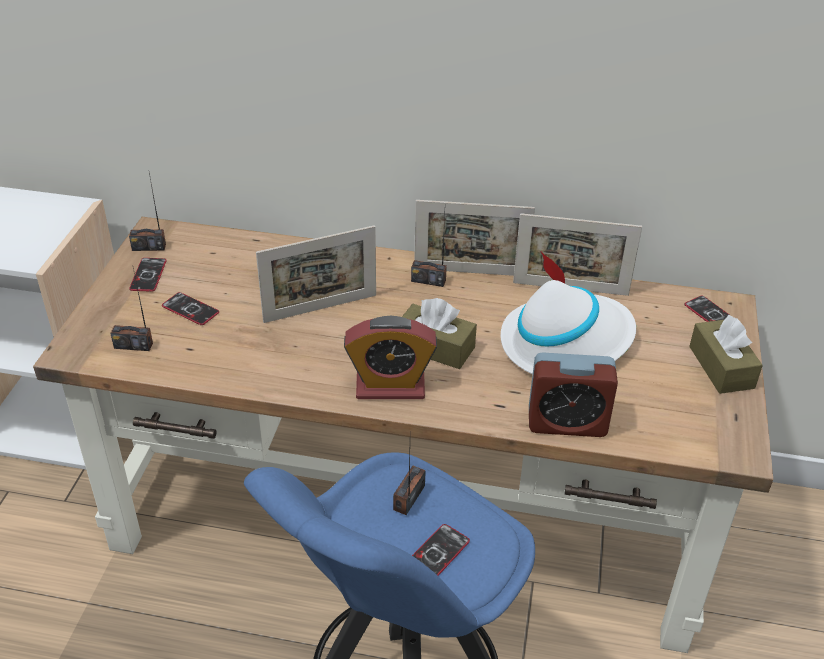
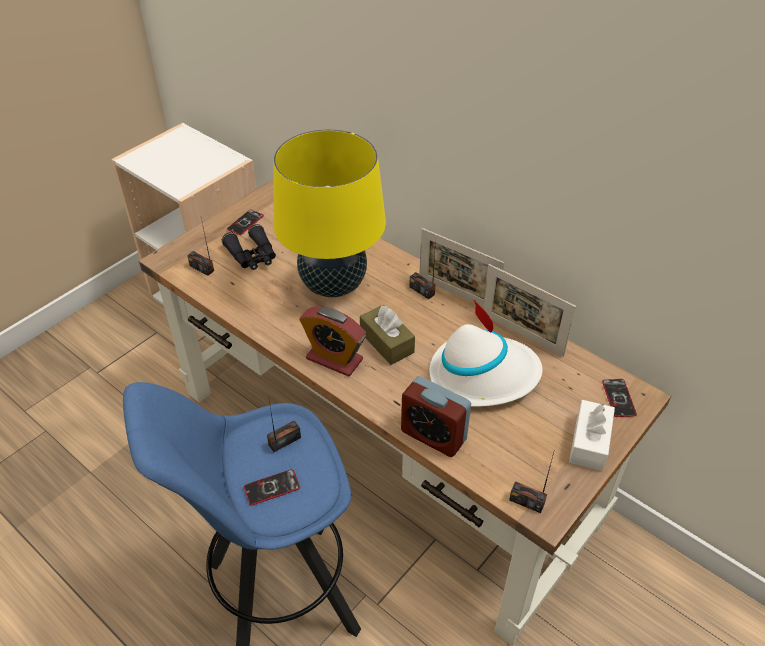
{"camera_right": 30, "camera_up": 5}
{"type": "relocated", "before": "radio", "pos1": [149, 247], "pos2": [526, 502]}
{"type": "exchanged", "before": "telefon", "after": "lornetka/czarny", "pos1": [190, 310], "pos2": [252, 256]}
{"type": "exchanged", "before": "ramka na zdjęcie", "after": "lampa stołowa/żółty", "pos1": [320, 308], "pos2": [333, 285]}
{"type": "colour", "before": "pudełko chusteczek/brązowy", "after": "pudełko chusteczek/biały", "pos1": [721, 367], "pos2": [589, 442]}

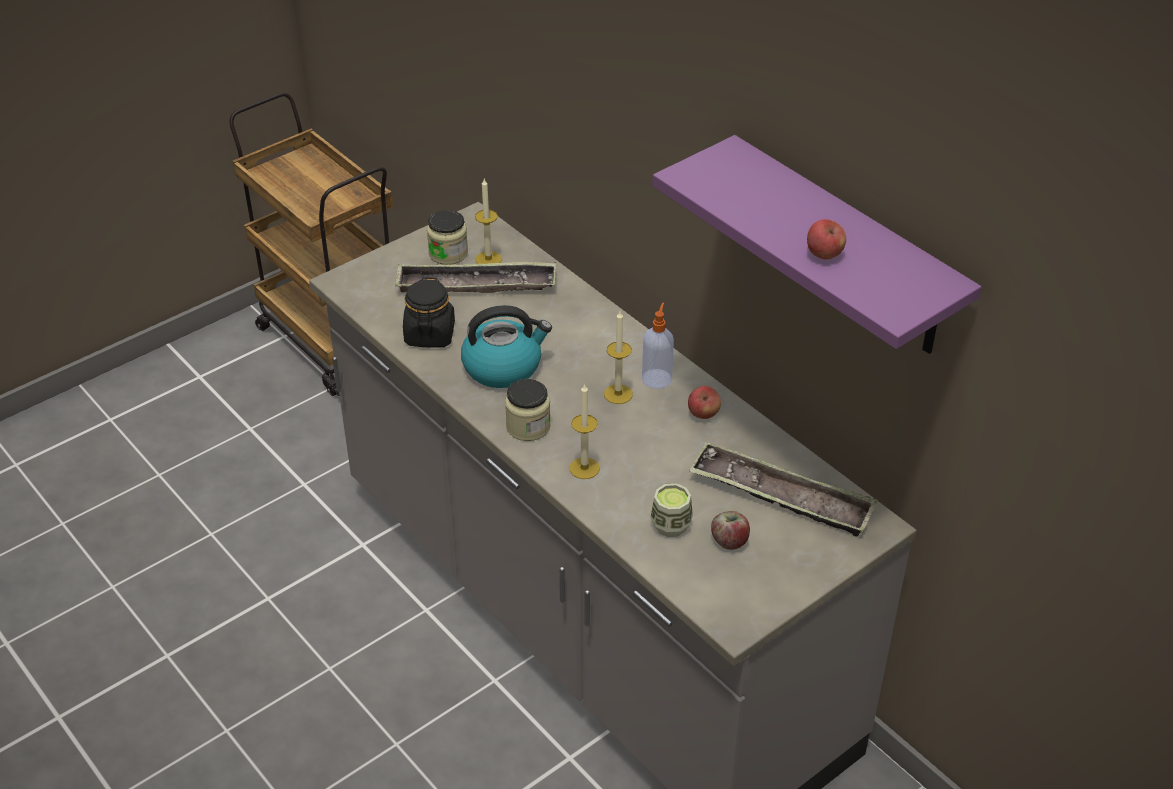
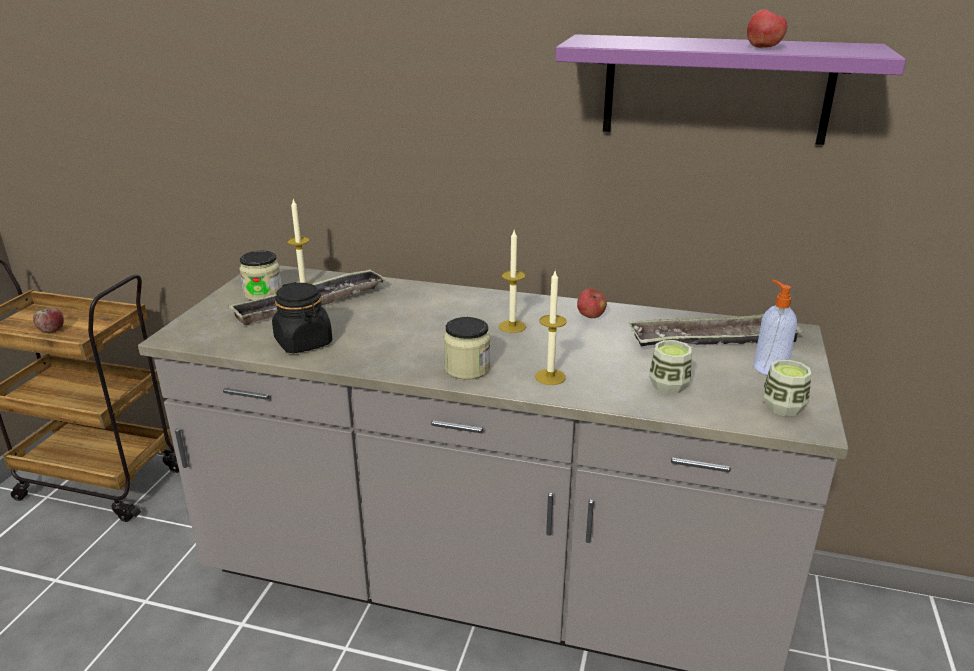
{"camera_right": -35, "camera_up": -15}
{"type": "missing", "before": "czajnik", "pos1": [503, 366]}
{"type": "appeared", "after": "filiżanka", "pos2": [783, 407]}
{"type": "relocated", "before": "dozownik mydła", "pos1": [657, 378], "pos2": [769, 367]}
{"type": "relocated", "before": "jabłko", "pos1": [729, 541], "pos2": [52, 330]}

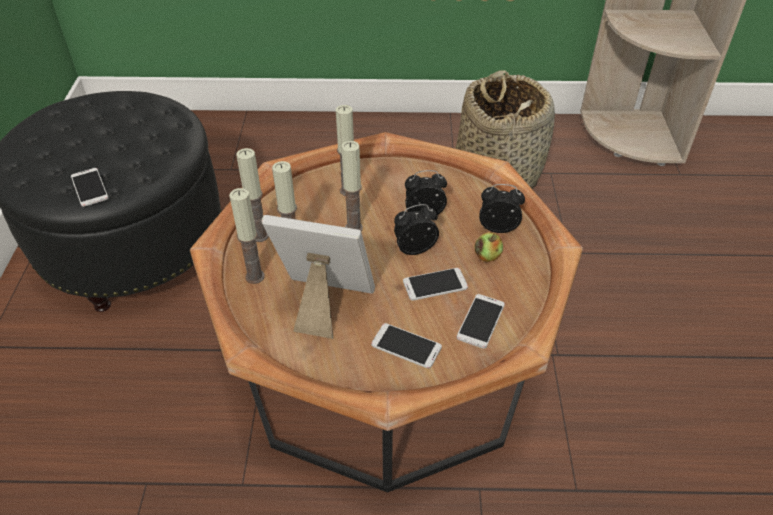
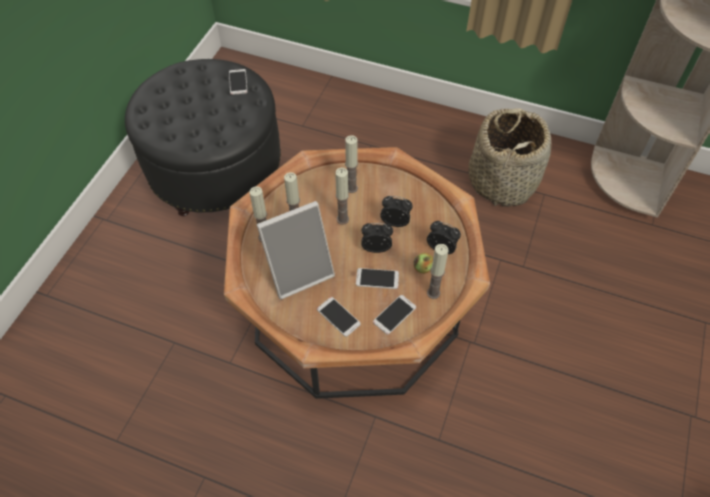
{"camera_right": 20, "camera_up": 10}
{"type": "relocated", "before": "telefon", "pos1": [89, 187], "pos2": [238, 82]}
{"type": "relocated", "before": "świeca", "pos1": [260, 236], "pos2": [433, 293]}
{"type": "spun", "before": "ramka na zdjęcie", "pos1": [323, 305], "pos2": [299, 271], "turn": 120}

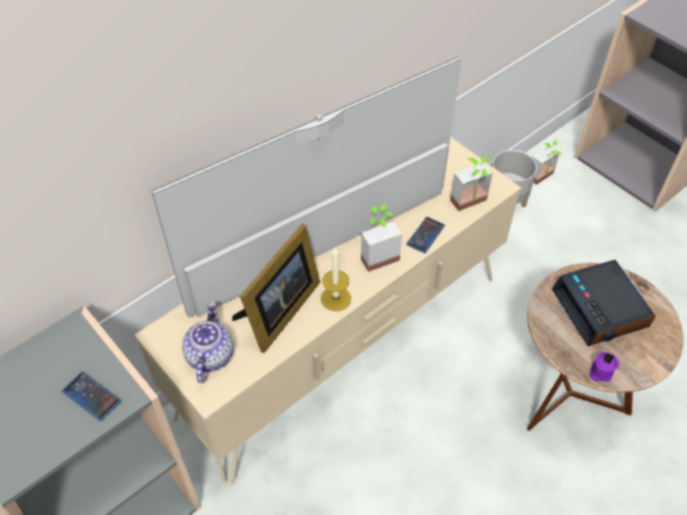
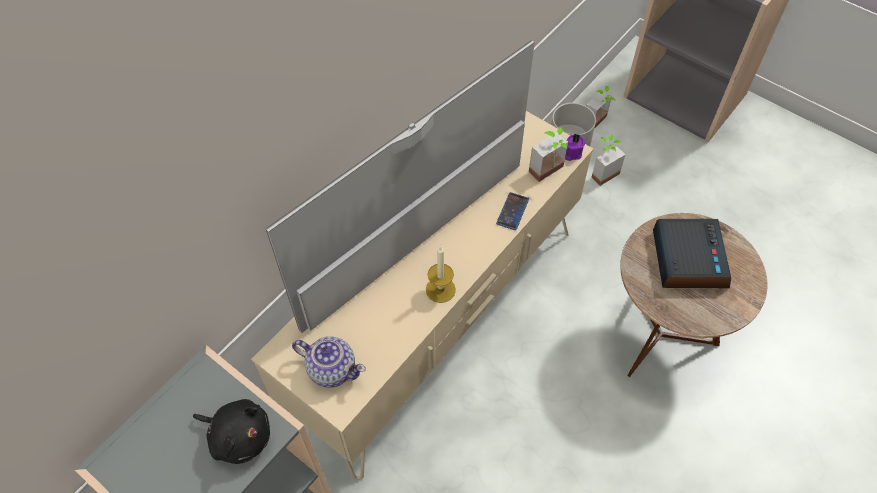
{"camera_right": -10, "camera_up": 5}
{"type": "missing", "before": "ramka na zdjęcie", "pos1": [278, 312]}
{"type": "relocated", "before": "roślina doniczkowa", "pos1": [377, 254], "pos2": [601, 172]}
{"type": "relocated", "before": "świeca/fioletowy", "pos1": [600, 372], "pos2": [571, 153]}
{"type": "exchanged", "before": "telefon", "after": "pluszak/czarny", "pos1": [91, 396], "pos2": [239, 436]}
{"type": "spun", "before": "imbryk", "pos1": [209, 356], "pos2": [331, 369], "turn": 120}
{"type": "spun", "before": "budzik", "pos1": [601, 309], "pos2": [688, 258], "turn": -150}

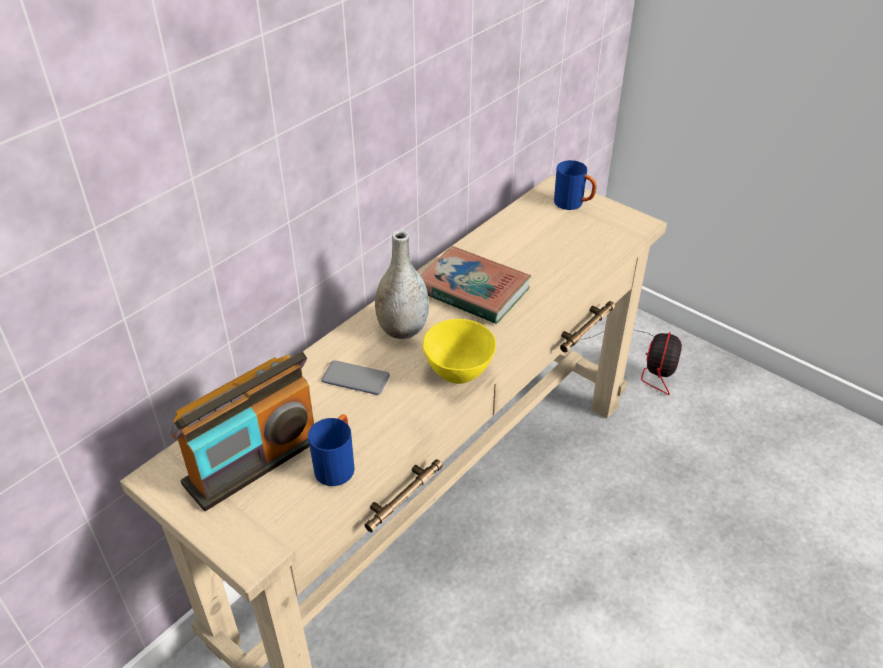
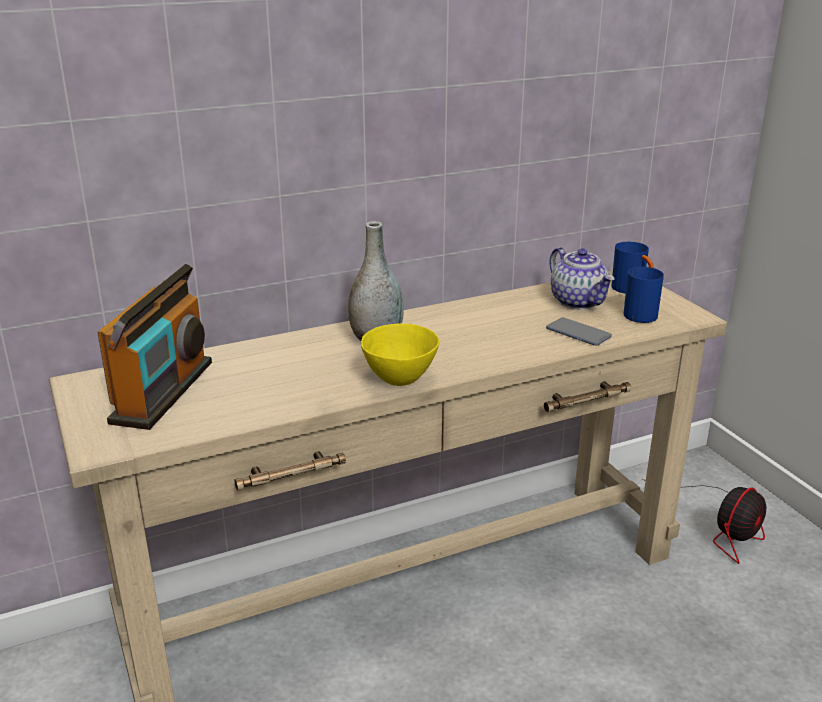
{"camera_right": 25, "camera_up": -15}
{"type": "missing", "before": "książka", "pos1": [472, 290]}
{"type": "appeared", "after": "imbryk", "pos2": [579, 301]}
{"type": "relocated", "before": "kubek/niebieski", "pos1": [337, 464], "pos2": [643, 314]}
{"type": "relocated", "before": "telefon", "pos1": [355, 379], "pos2": [578, 333]}
{"type": "spun", "before": "radio", "pos1": [255, 461], "pos2": [163, 392], "turn": -60}

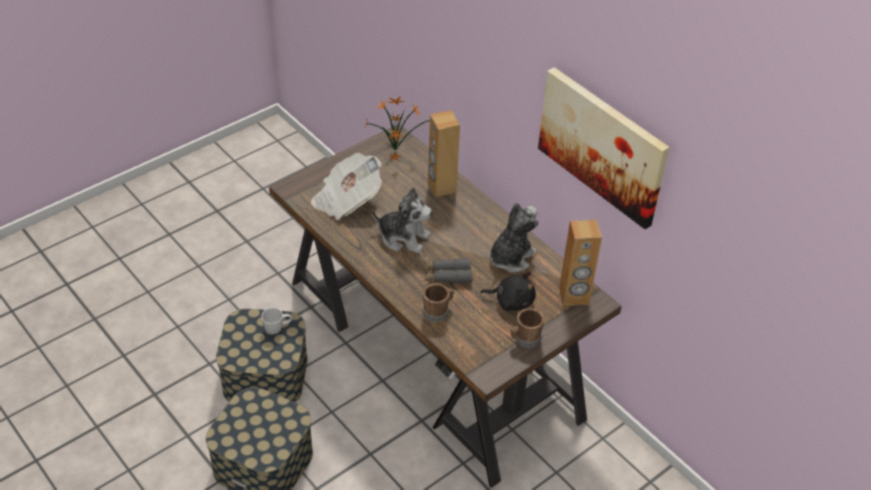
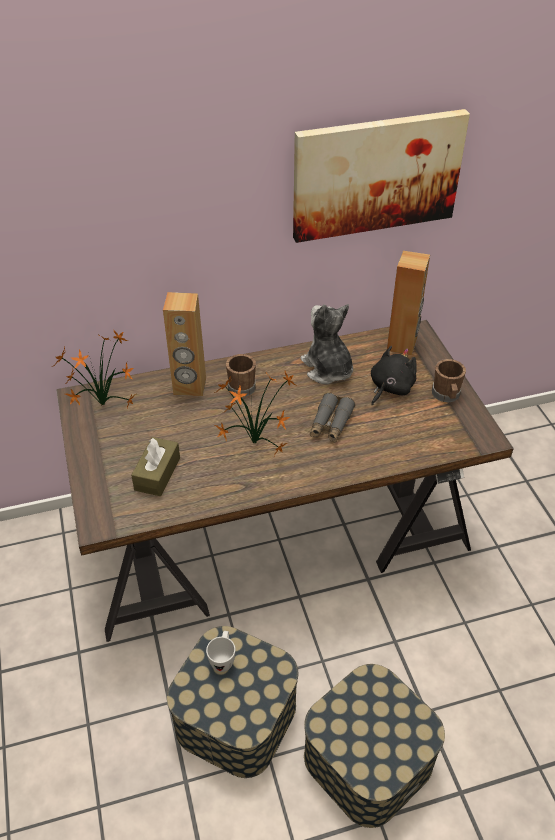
{"camera_right": -65, "camera_up": 0}
{"type": "relocated", "before": "kubek/brązowy", "pos1": [438, 311], "pos2": [241, 385]}
{"type": "exchanged", "before": "gazeta", "after": "pudełko chusteczek/brązowy", "pos1": [346, 200], "pos2": [157, 474]}
{"type": "exchanged", "before": "pluszak", "after": "roślina doniczkowa", "pos1": [403, 237], "pos2": [252, 442]}

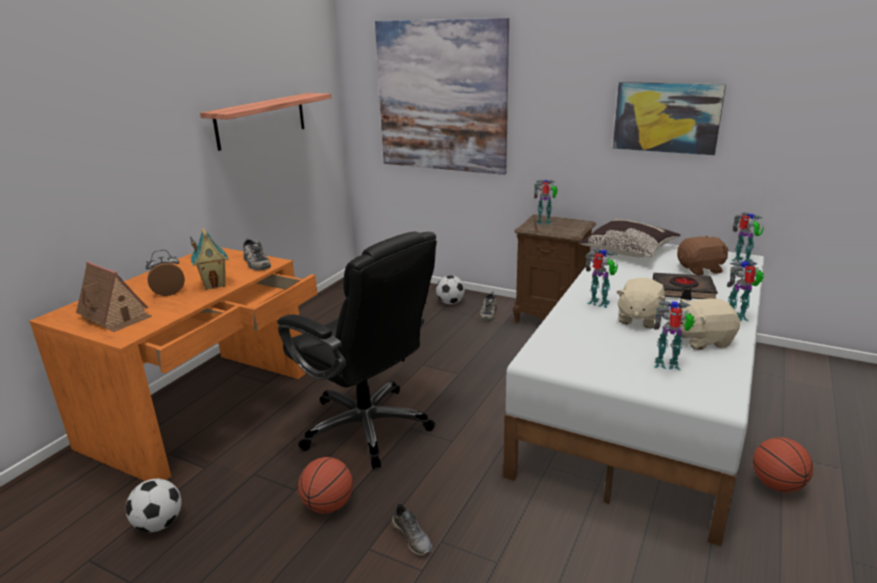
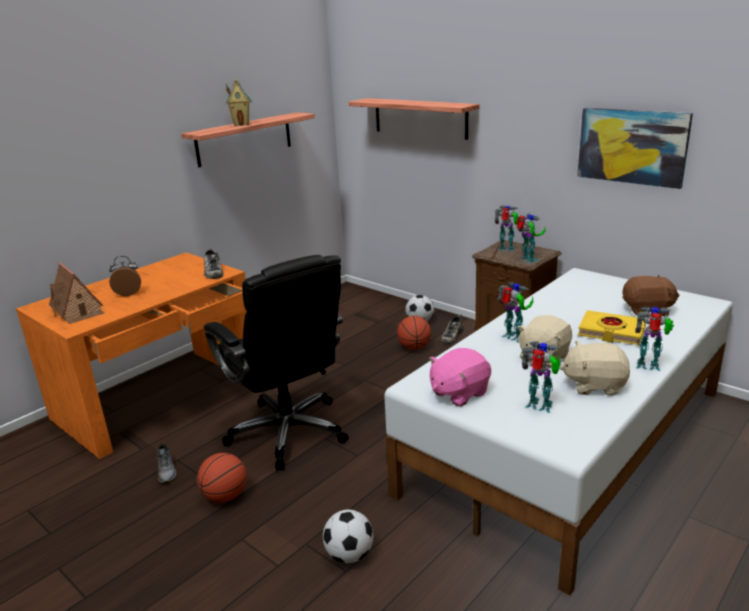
{"camera_right": 15, "camera_up": 0}
{"type": "missing", "before": "poduszka", "pos1": [629, 251]}
{"type": "appeared", "after": "pluszak/różowy", "pos2": [458, 393]}
{"type": "relocated", "before": "piłka futbolowa", "pos1": [159, 524], "pos2": [349, 555]}
{"type": "relocated", "before": "domek", "pos1": [214, 284], "pos2": [241, 124]}
{"type": "relocated", "before": "but/szary", "pos1": [412, 537], "pos2": [167, 470]}
{"type": "relocated", "before": "robot zabawkowy", "pos1": [742, 261], "pos2": [528, 260]}
{"type": "relocated", "before": "piłka do koszykówki", "pos1": [777, 485], "pos2": [414, 347]}
{"type": "exchanged", "before": "obraz", "after": "półka", "pos1": [441, 97], "pos2": [420, 118]}
{"type": "colour", "before": "książka/czarny", "after": "książka/żółty", "pos1": [683, 290], "pos2": [611, 332]}

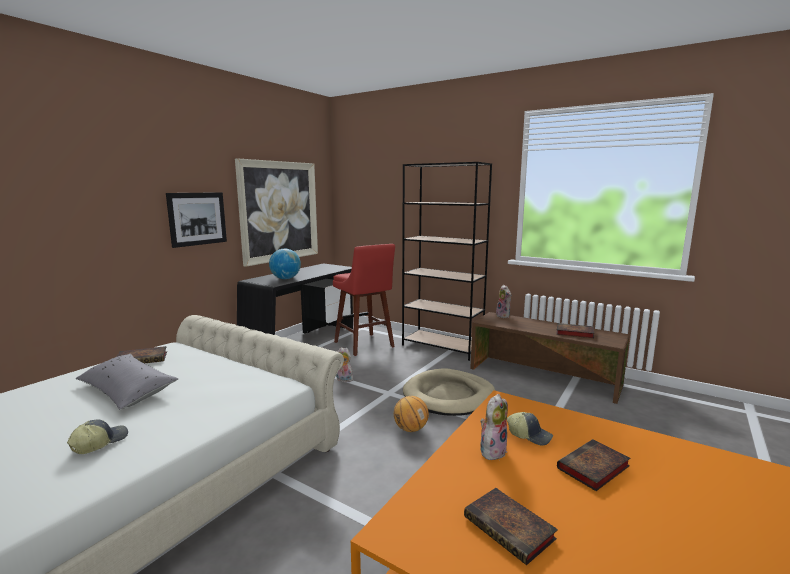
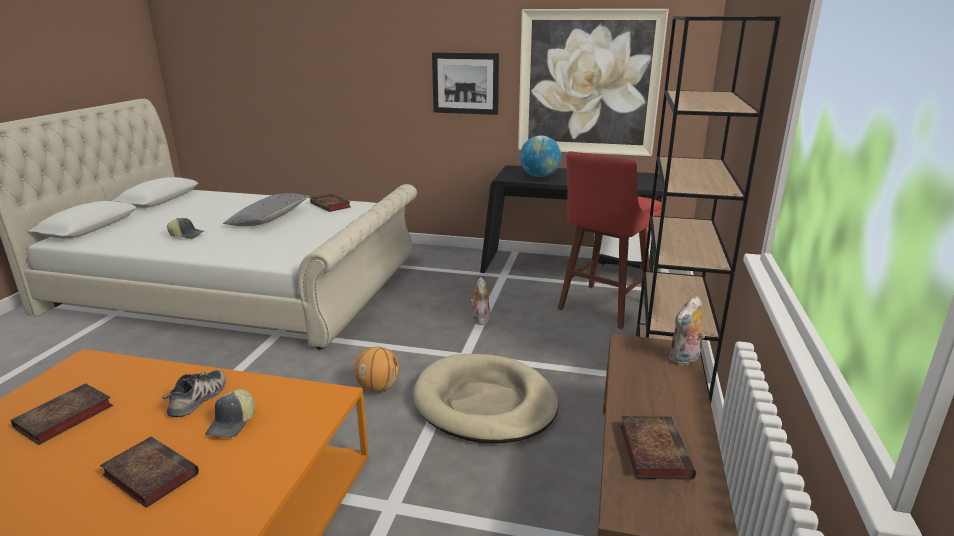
{"camera_right": 70, "camera_up": 10}
{"type": "exchanged", "before": "pluszak", "after": "but", "pos1": [492, 450], "pos2": [199, 398]}

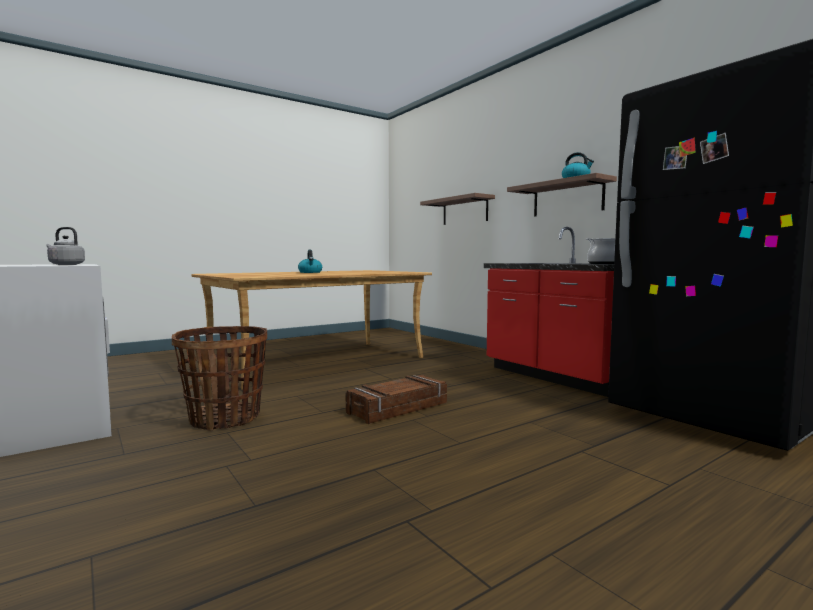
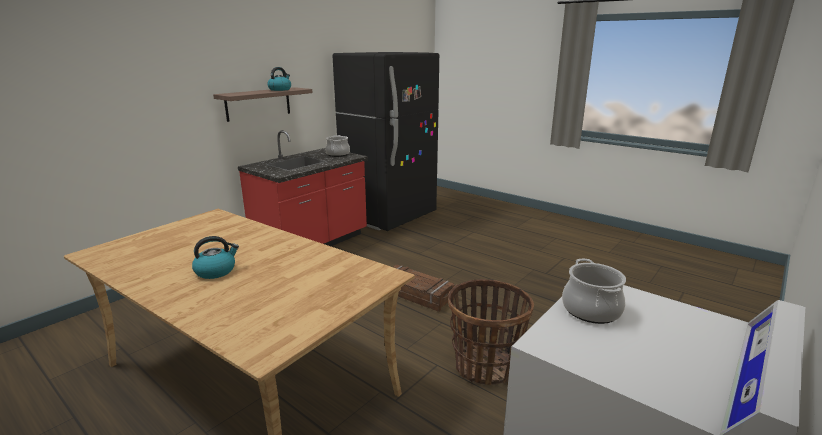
{"camera_right": -105, "camera_up": 15}
{"type": "missing", "before": "półka", "pos1": [465, 211]}
{"type": "exchanged", "before": "czajnik/szary", "after": "garnek", "pos1": [65, 264], "pos2": [591, 310]}

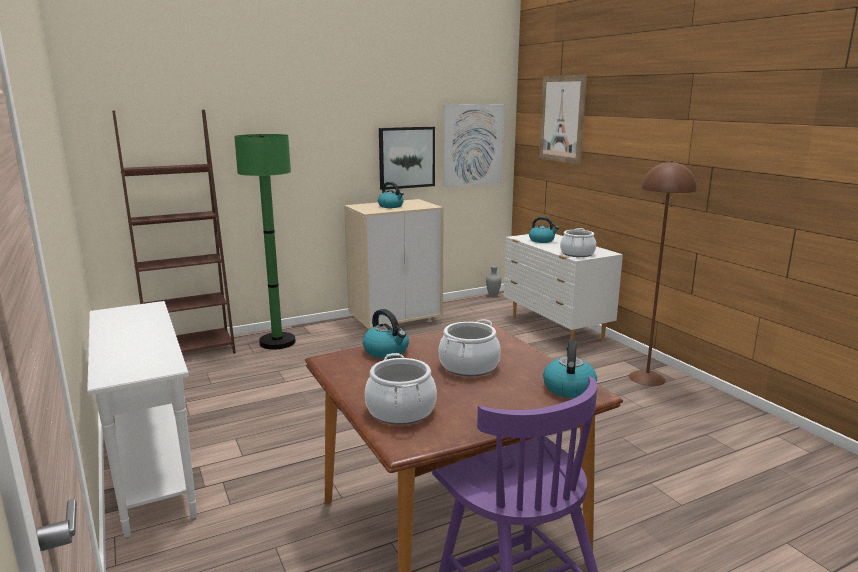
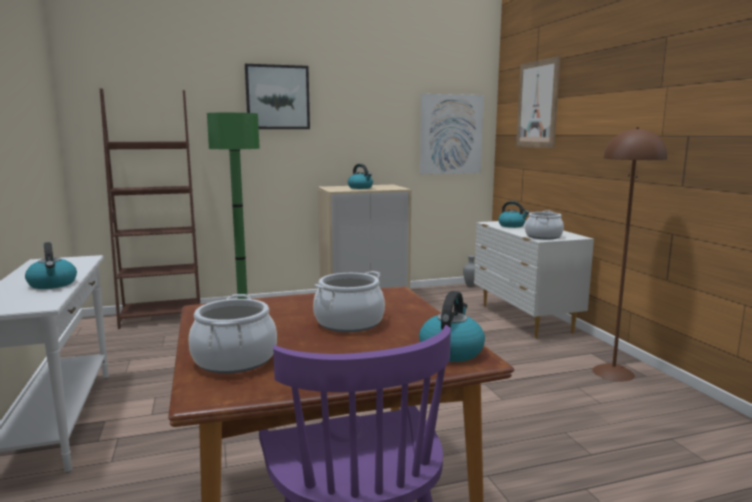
{"camera_right": 10, "camera_up": -5}
{"type": "relocated", "before": "czajnik", "pos1": [387, 351], "pos2": [53, 284]}
{"type": "relocated", "before": "obraz", "pos1": [406, 157], "pos2": [277, 97]}

